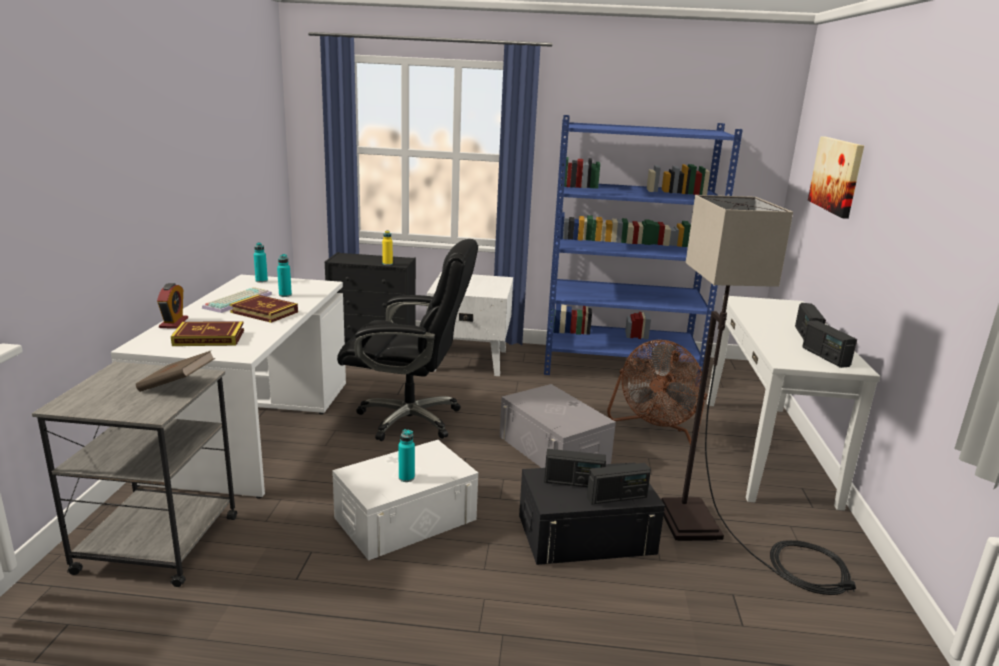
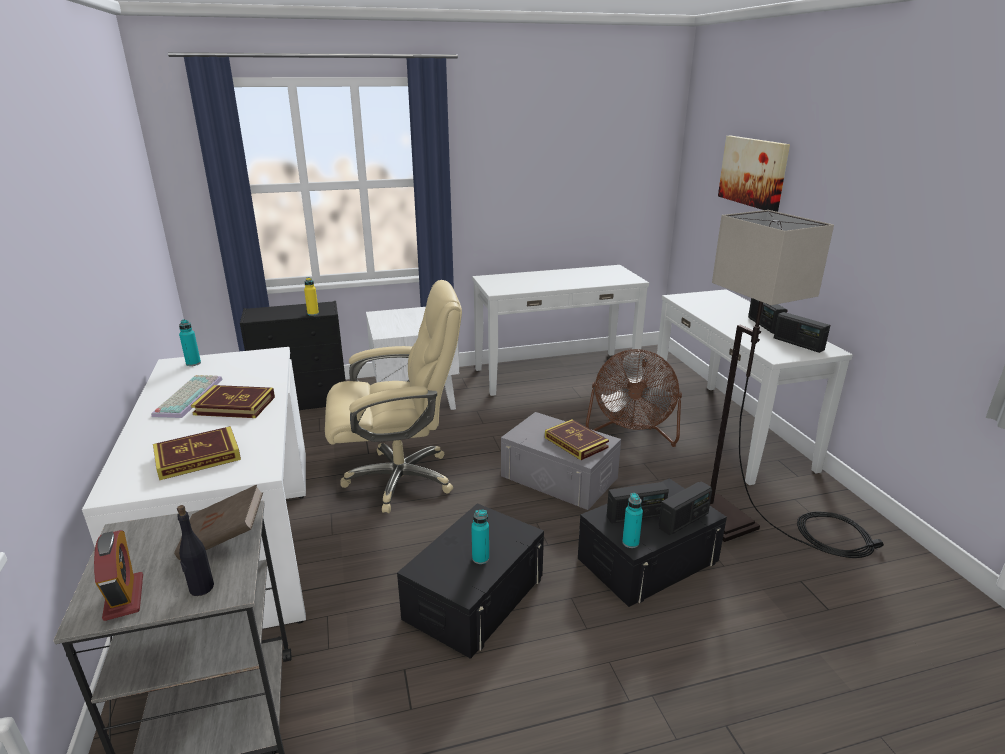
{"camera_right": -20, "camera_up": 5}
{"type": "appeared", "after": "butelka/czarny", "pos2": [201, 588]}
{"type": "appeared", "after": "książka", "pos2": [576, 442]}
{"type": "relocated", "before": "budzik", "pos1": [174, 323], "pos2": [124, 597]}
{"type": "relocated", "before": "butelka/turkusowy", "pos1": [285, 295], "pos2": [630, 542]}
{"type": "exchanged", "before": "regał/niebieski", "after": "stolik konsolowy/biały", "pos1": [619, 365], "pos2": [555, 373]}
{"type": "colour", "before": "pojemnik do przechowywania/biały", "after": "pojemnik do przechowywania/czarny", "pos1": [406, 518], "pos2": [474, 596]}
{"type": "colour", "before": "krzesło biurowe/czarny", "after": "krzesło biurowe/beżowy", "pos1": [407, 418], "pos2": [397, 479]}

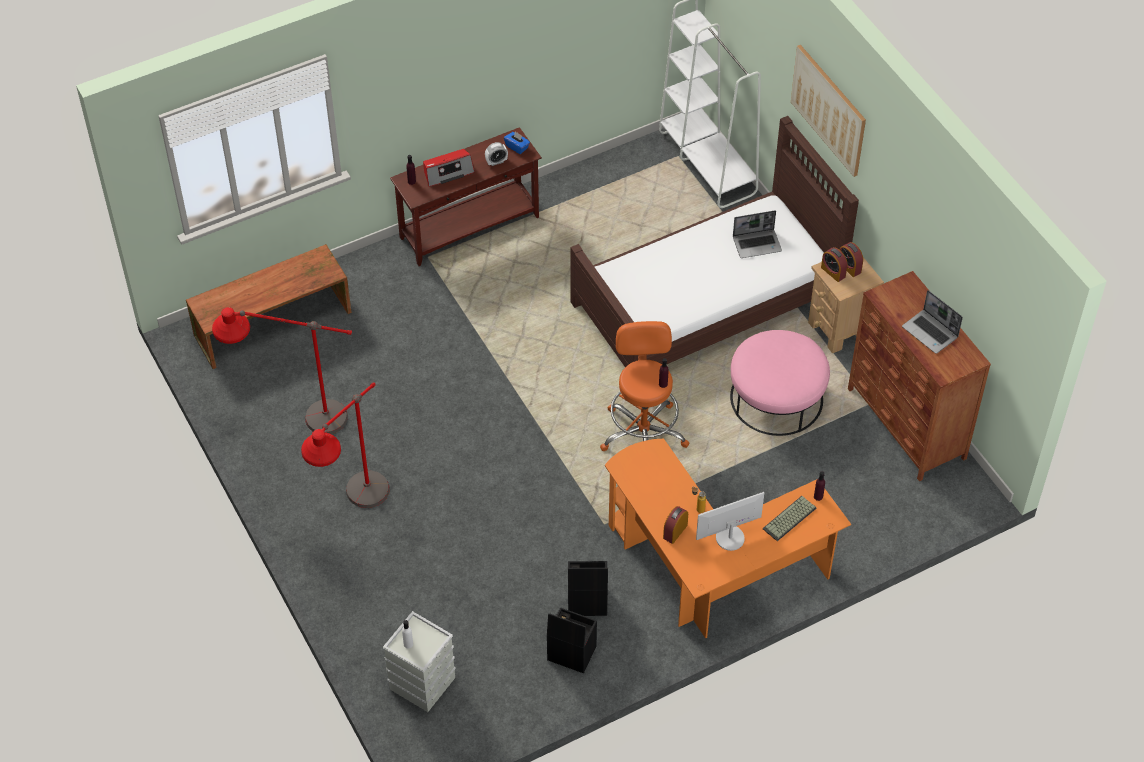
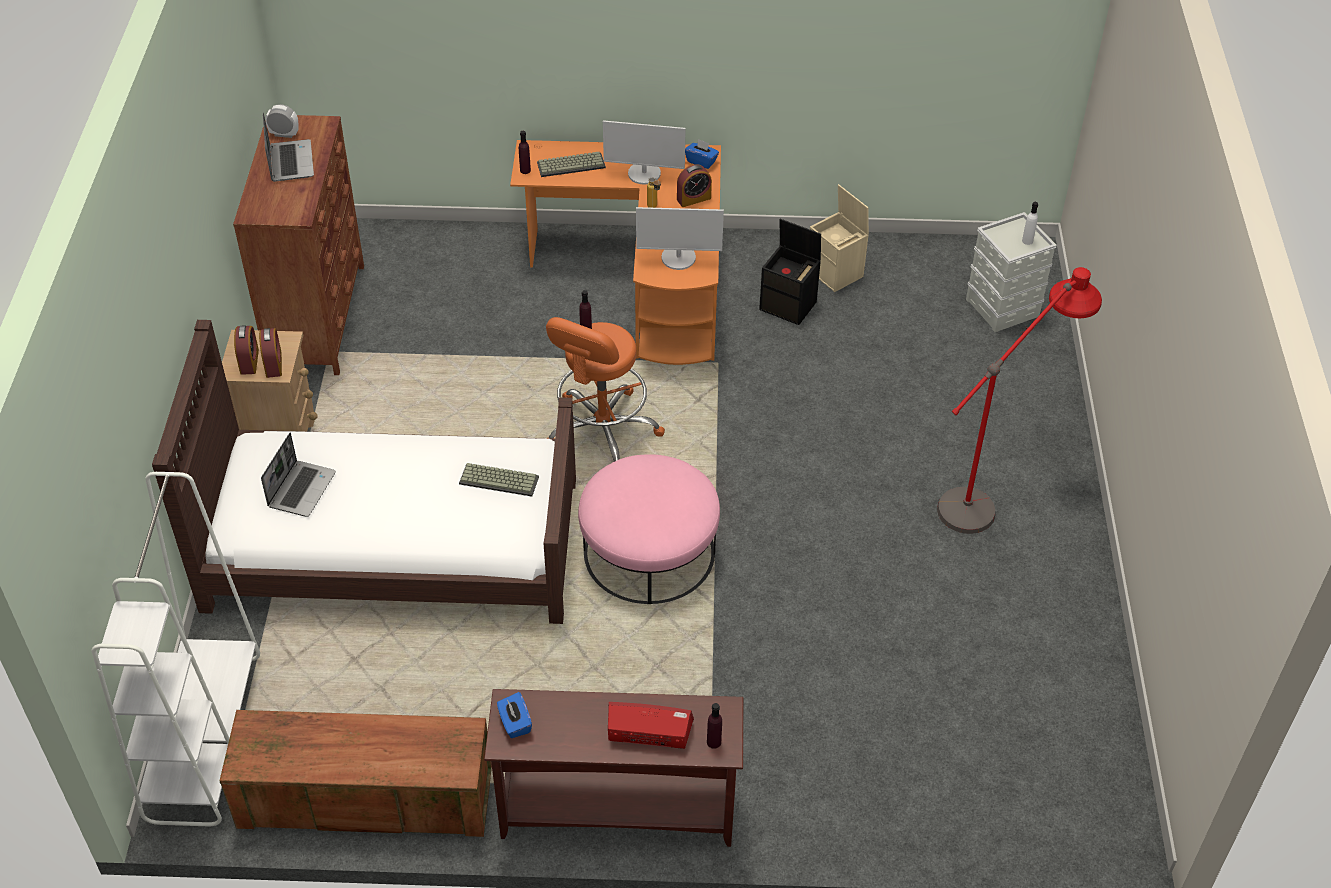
{"camera_right": -150, "camera_up": -5}
{"type": "missing", "before": "lampa stojąca/czerwony", "pos1": [296, 423]}
{"type": "missing", "before": "obraz", "pos1": [828, 109]}
{"type": "appeared", "after": "klawiatura", "pos2": [500, 479]}
{"type": "appeared", "after": "monitor", "pos2": [678, 258]}
{"type": "appeared", "after": "pudełko chusteczek/niebieski", "pos2": [701, 161]}
{"type": "relocated", "before": "ławka/brązowy", "pos1": [273, 322], "pos2": [363, 799]}
{"type": "relocated", "before": "budzik", "pos1": [496, 162], "pos2": [284, 134]}
{"type": "relocated", "before": "pufa/różowy", "pos1": [776, 398], "pos2": [649, 552]}
{"type": "colour", "before": "pojemnik do przechowywania/czarny", "after": "pojemnik do przechowywania/beżowy", "pos1": [570, 653], "pos2": [836, 273]}
{"type": "spun", "before": "laptop", "pos1": [757, 244], "pos2": [301, 489], "turn": 90}

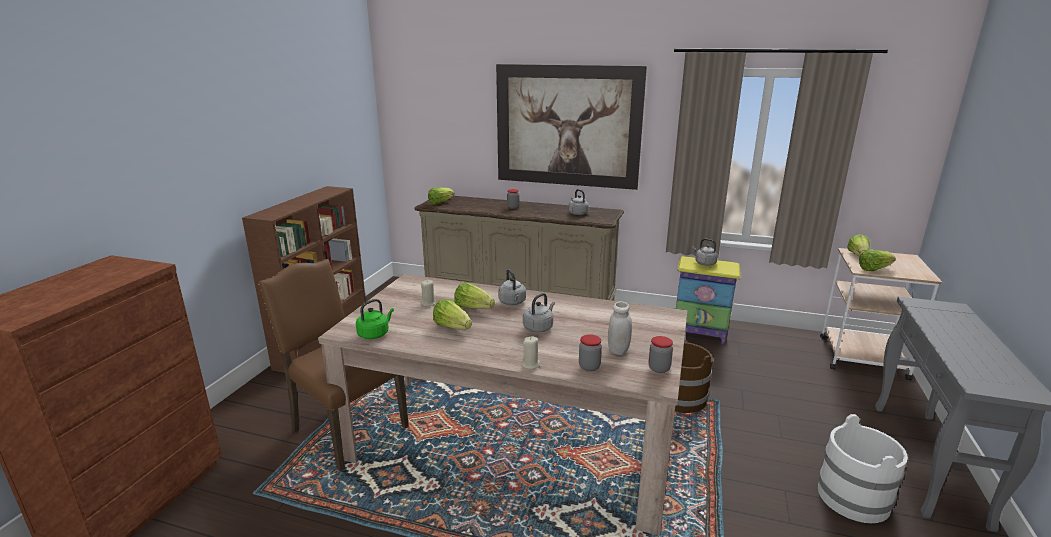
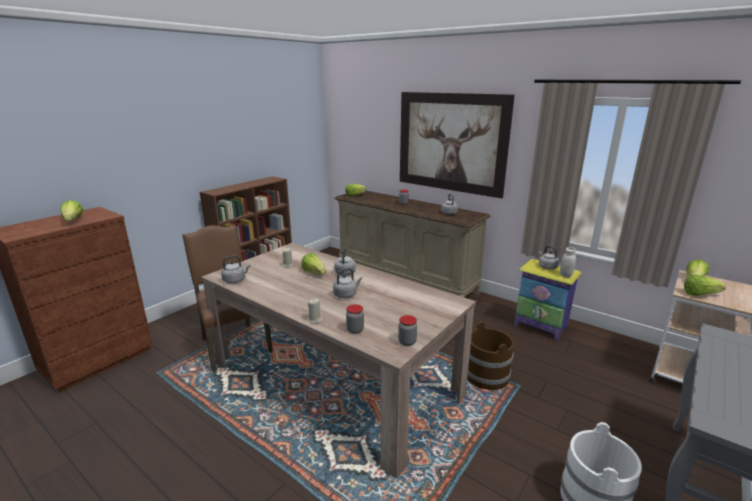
{"camera_right": 20, "camera_up": 0}
{"type": "relocated", "before": "sałata", "pos1": [452, 327], "pos2": [73, 221]}
{"type": "relocated", "before": "słoik/biały", "pos1": [618, 350], "pos2": [566, 275]}
{"type": "colour", "before": "czajnik/zielony", "after": "czajnik/szary", "pos1": [375, 334], "pos2": [235, 280]}

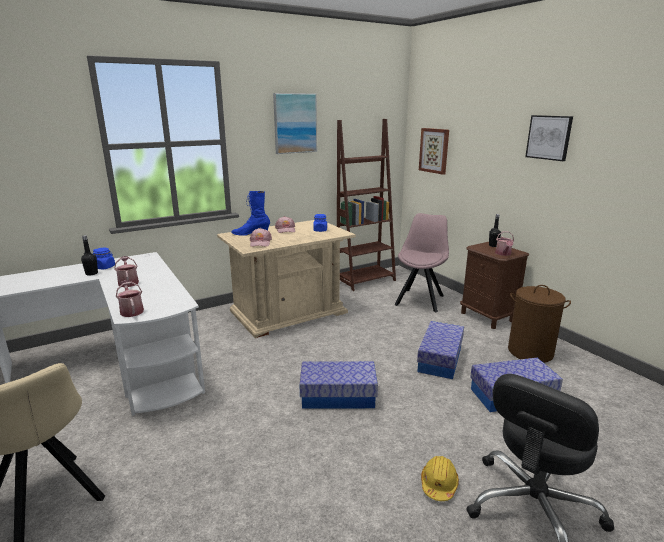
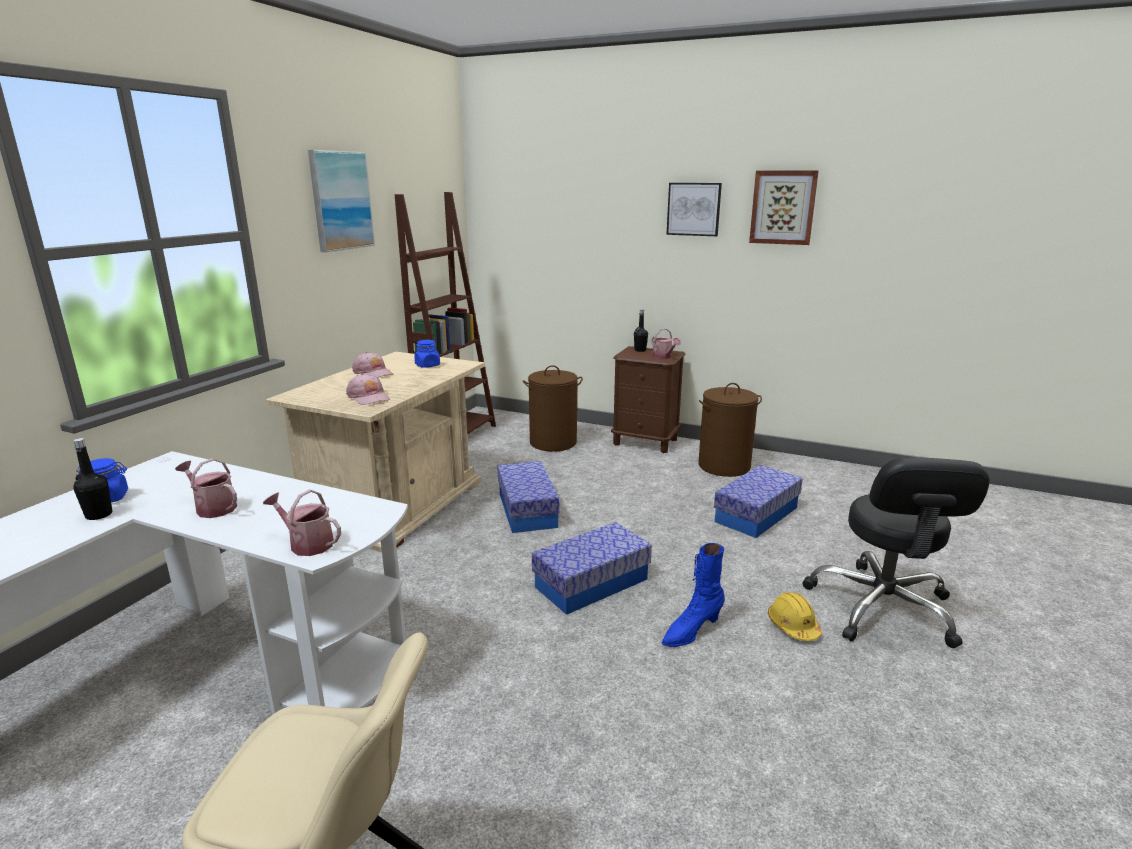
{"camera_right": -35, "camera_up": 0}
{"type": "relocated", "before": "but z cholewką/niebieski", "pos1": [251, 234], "pos2": [691, 631]}
{"type": "relocated", "before": "pojemnik do przechowywania", "pos1": [440, 359], "pos2": [527, 510]}
{"type": "relocated", "before": "obraz", "pos1": [434, 150], "pos2": [783, 207]}
{"type": "exchanged", "before": "krzesło/różowy", "after": "kosz na pranie/brązowy", "pos1": [420, 300], "pos2": [553, 442]}

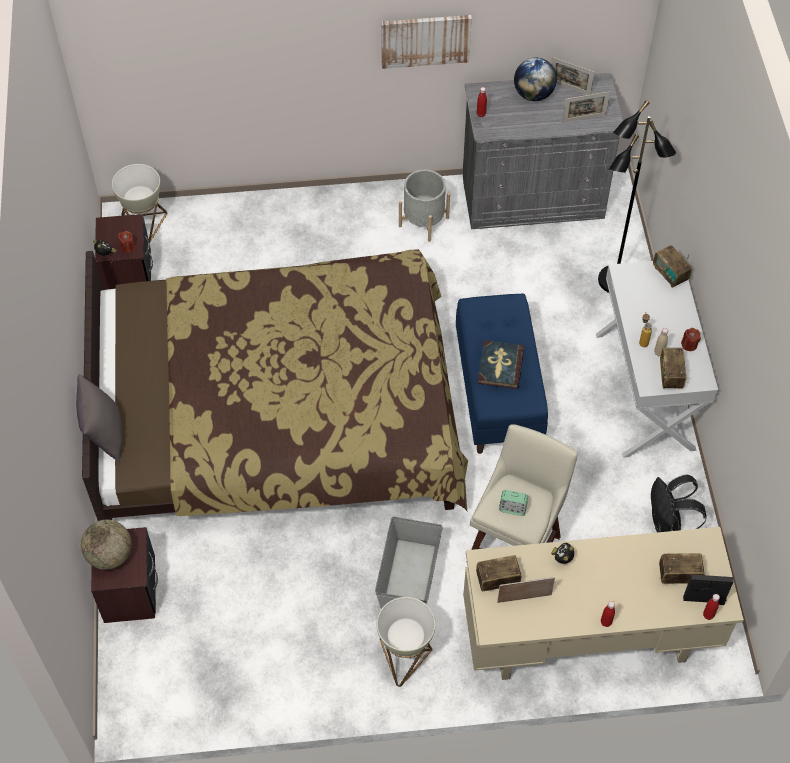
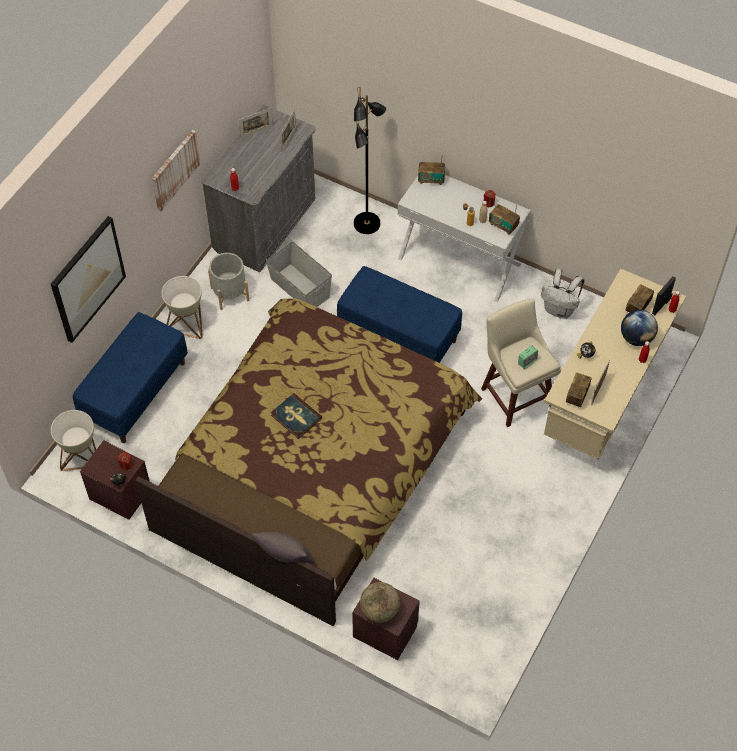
{"camera_right": -55, "camera_up": 0}
{"type": "appeared", "after": "obraz", "pos2": [87, 279]}
{"type": "appeared", "after": "ławka/niebieski", "pos2": [135, 392]}
{"type": "relocated", "before": "pojemnik do przechowywania/szary", "pos1": [409, 578], "pos2": [300, 287]}
{"type": "relocated", "before": "donica", "pos1": [405, 657], "pos2": [187, 325]}
{"type": "relocated", "before": "książka", "pos1": [500, 366], "pos2": [296, 417]}
{"type": "relocated", "before": "globus", "pos1": [533, 94], "pos2": [636, 338]}
{"type": "colour", "before": "plecak/czarny", "after": "plecak/biały", "pos1": [667, 525], "pos2": [559, 310]}

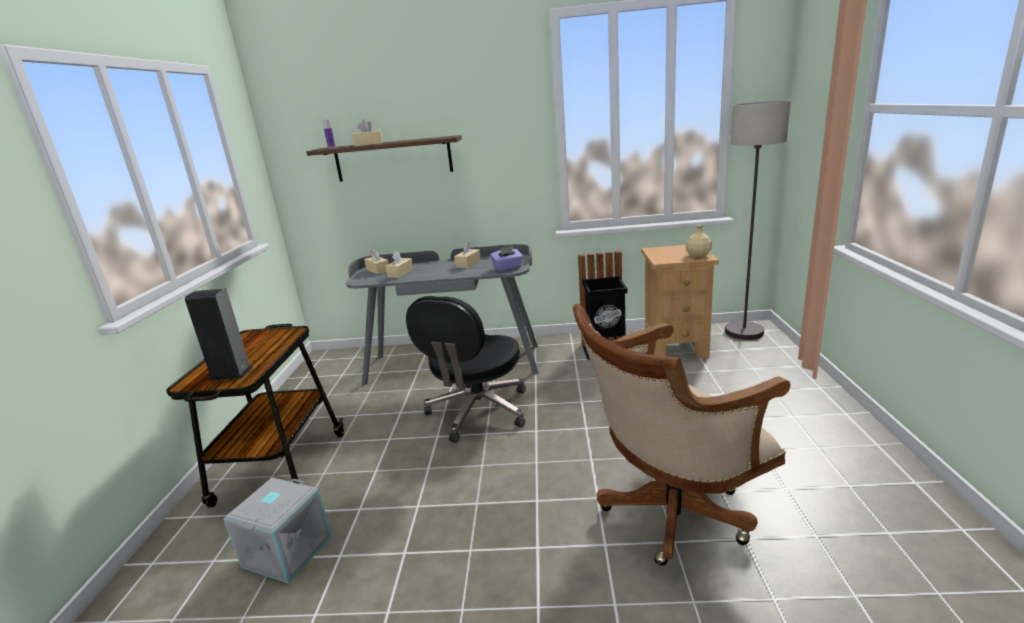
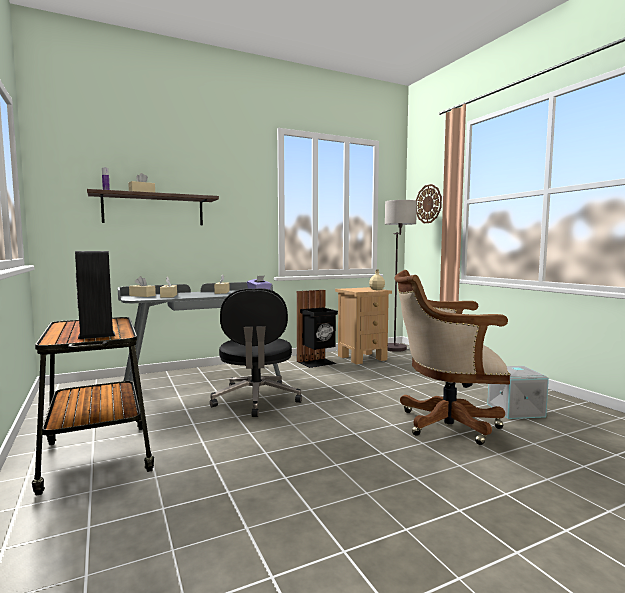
{"camera_right": -30, "camera_up": -15}
{"type": "appeared", "after": "zegar ścienny", "pos2": [428, 204]}
{"type": "relocated", "before": "pojemnik do przechowywania/szary", "pos1": [287, 550], "pos2": [514, 410]}
{"type": "spun", "before": "krzesło biurowe", "pos1": [669, 516], "pos2": [444, 424], "turn": 60}

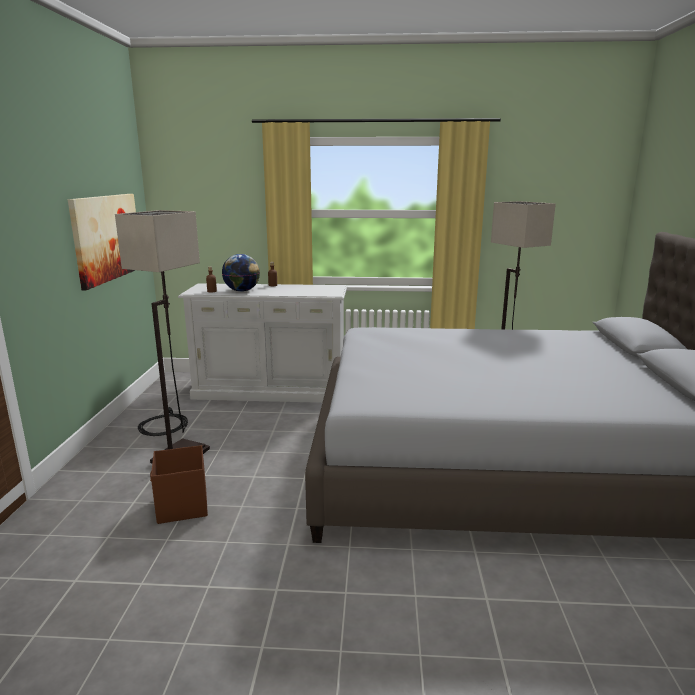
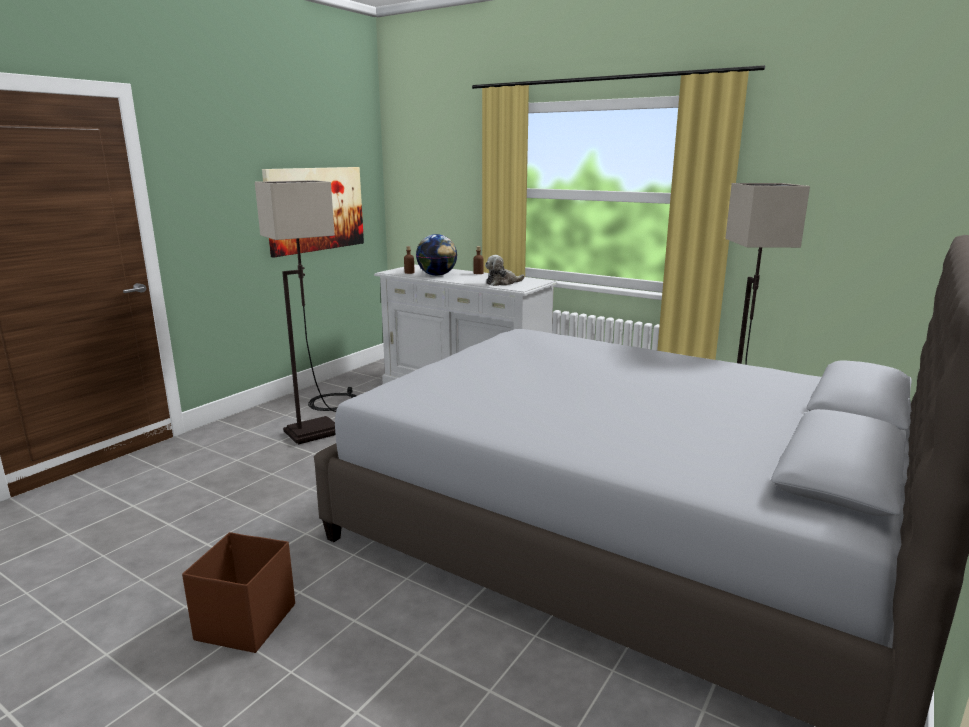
{"camera_right": 30, "camera_up": 0}
{"type": "appeared", "after": "pluszak", "pos2": [502, 283]}
{"type": "relocated", "before": "pojemnik do przechowywania/brązowy", "pos1": [182, 506], "pos2": [245, 623]}

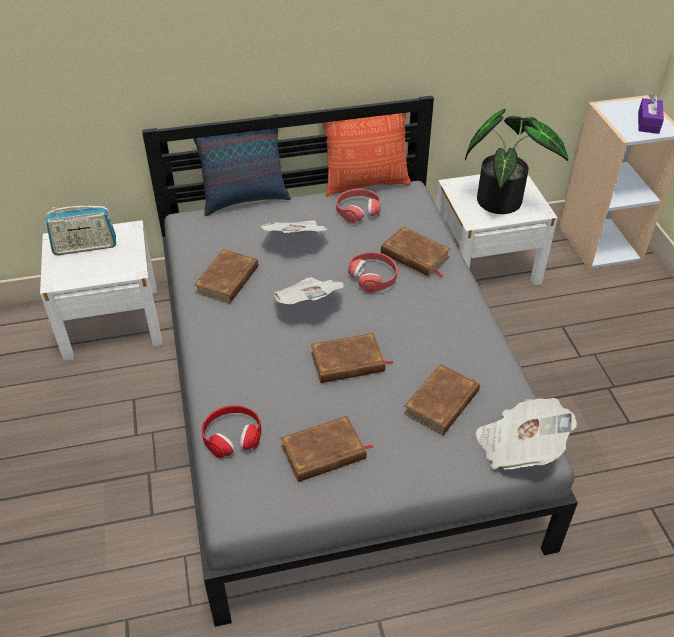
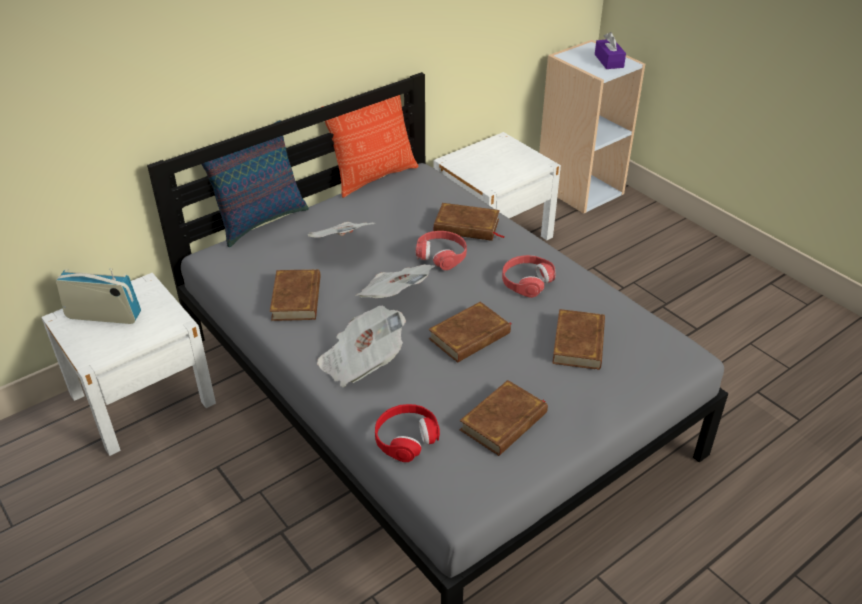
{"camera_right": -25, "camera_up": -5}
{"type": "missing", "before": "roślina doniczkowa", "pos1": [503, 199]}
{"type": "relocated", "before": "słuchawki/czerwony", "pos1": [358, 210], "pos2": [526, 281]}
{"type": "relocated", "before": "gazeta", "pos1": [519, 447], "pos2": [362, 362]}
{"type": "spun", "before": "radio", "pos1": [85, 247], "pos2": [104, 316], "turn": -135}

